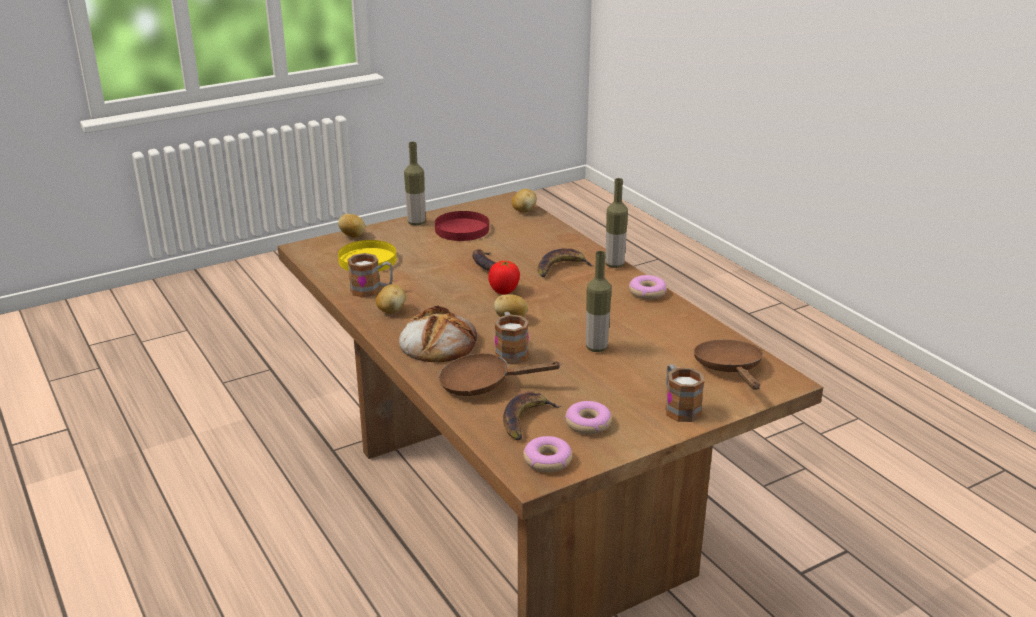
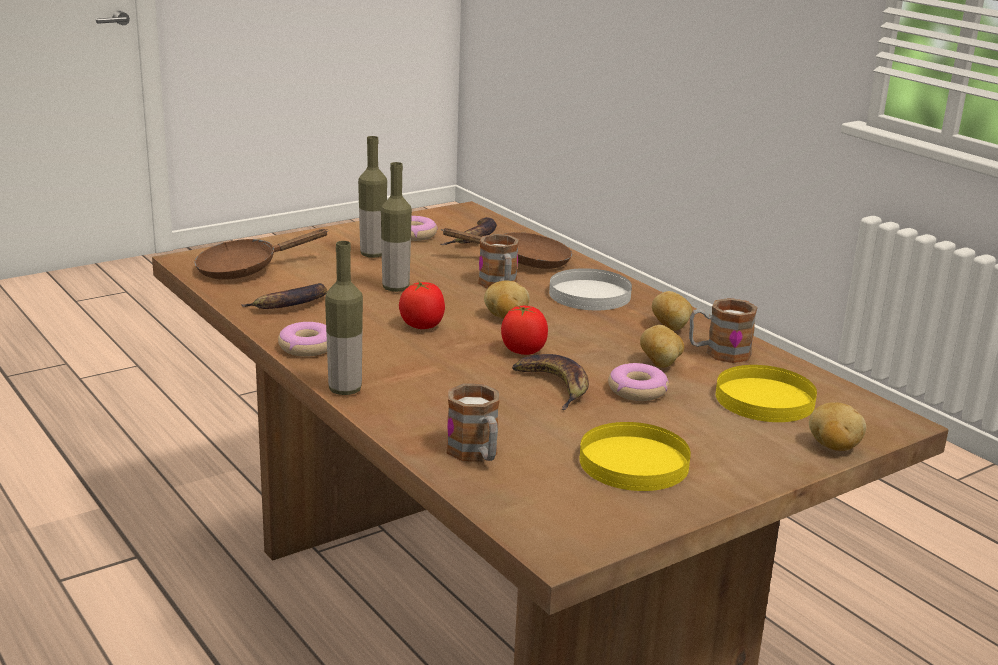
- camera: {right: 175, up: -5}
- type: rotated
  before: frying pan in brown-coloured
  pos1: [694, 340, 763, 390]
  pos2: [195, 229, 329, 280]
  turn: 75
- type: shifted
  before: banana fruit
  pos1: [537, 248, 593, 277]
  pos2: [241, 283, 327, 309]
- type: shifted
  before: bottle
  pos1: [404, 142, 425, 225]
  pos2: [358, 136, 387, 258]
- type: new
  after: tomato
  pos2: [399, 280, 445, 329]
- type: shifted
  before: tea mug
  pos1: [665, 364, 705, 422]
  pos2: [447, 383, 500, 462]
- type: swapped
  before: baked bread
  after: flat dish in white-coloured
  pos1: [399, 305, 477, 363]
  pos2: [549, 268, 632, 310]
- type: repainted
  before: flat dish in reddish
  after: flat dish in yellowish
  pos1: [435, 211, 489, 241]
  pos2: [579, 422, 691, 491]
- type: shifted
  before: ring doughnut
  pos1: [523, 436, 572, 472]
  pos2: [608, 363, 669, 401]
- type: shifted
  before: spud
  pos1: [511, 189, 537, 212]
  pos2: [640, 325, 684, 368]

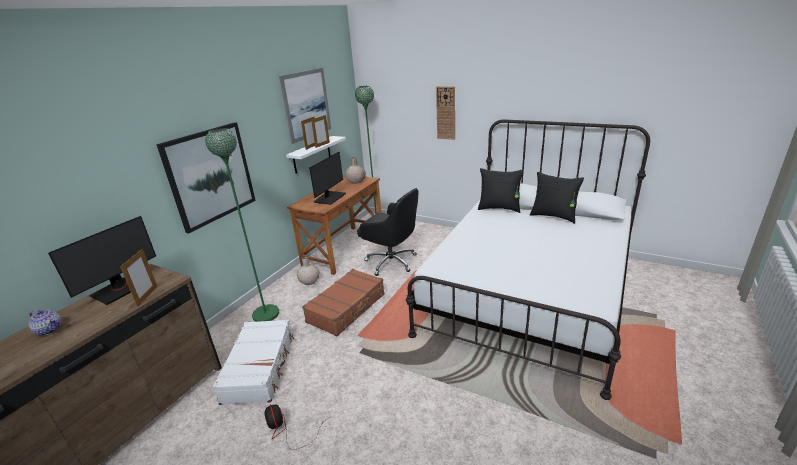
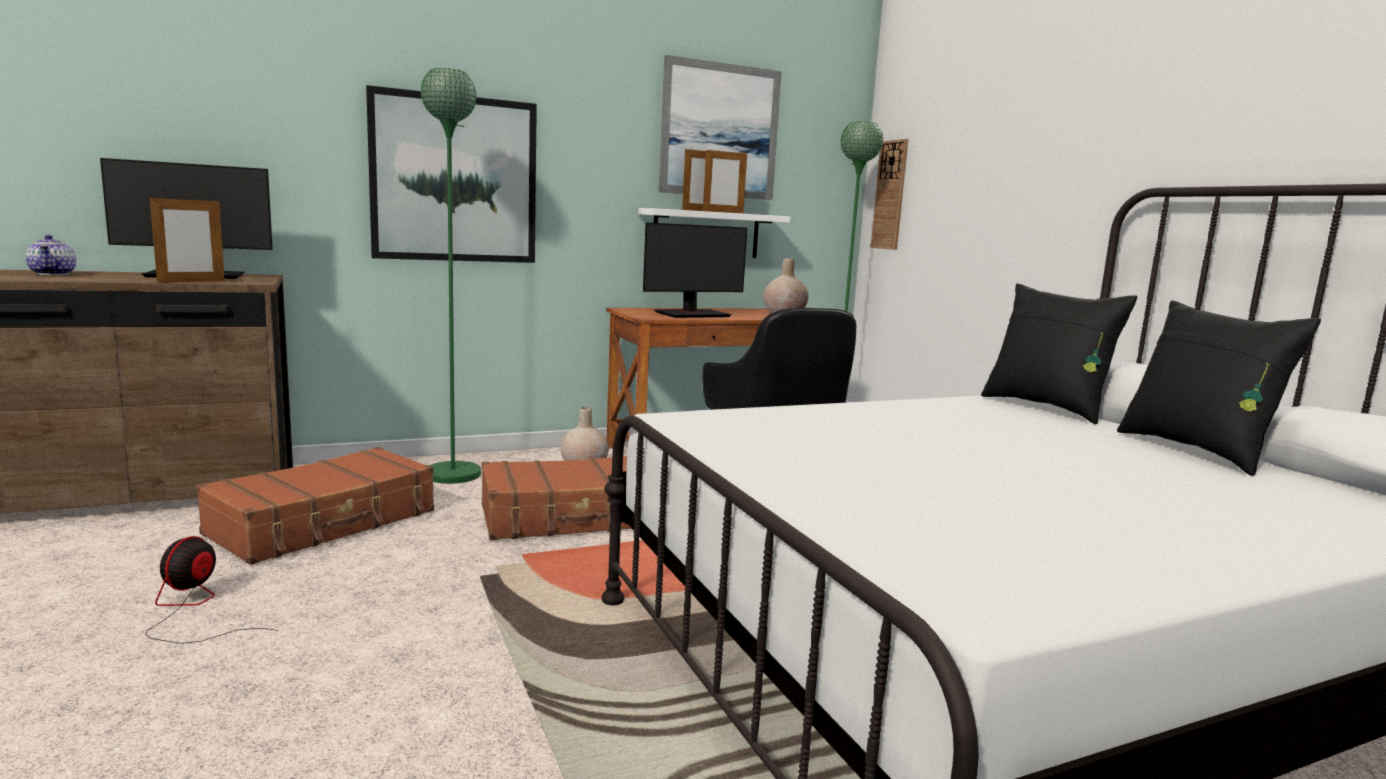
- camera: {right: 35, up: -15}
- type: repainted
  before: travel case in white-coloured
  after: travel case in brown-coloured
  pos1: [212, 319, 294, 405]
  pos2: [196, 447, 434, 565]
- type: shifted
  before: wall clock
  pos1: [436, 86, 455, 140]
  pos2: [871, 139, 908, 250]

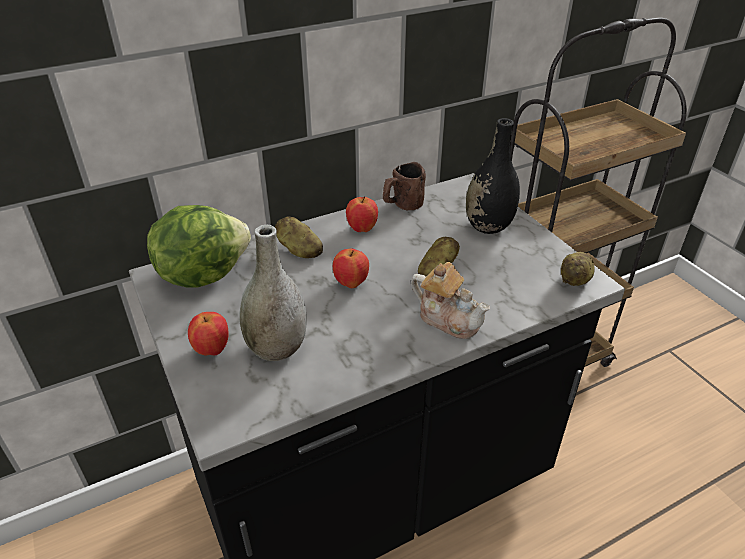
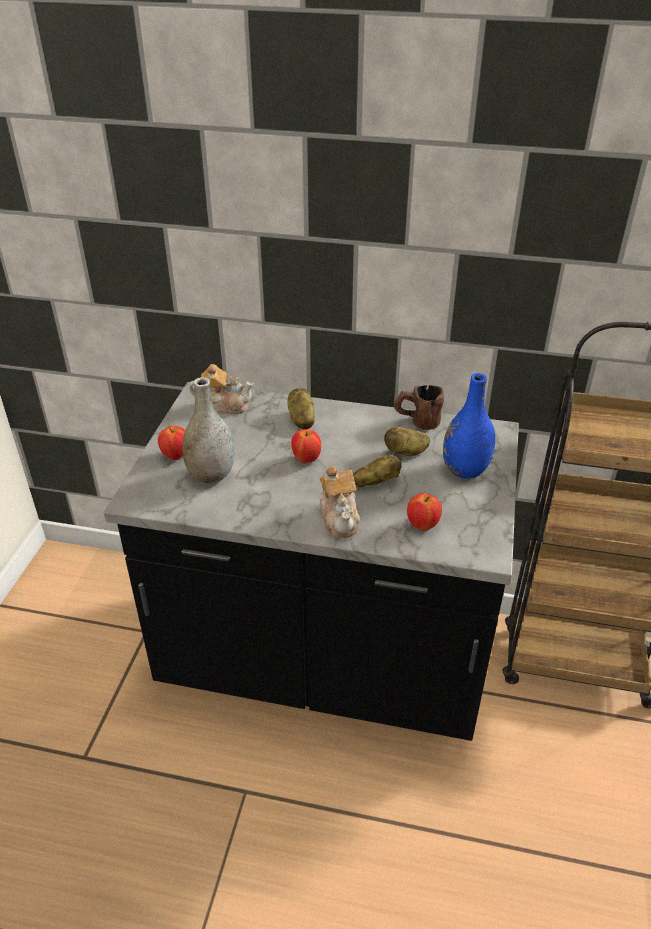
- camera: {right: 40, up: 0}
- type: swapped
  before: lettuce head
  after: teapot
  pos1: [147, 205, 251, 288]
  pos2: [189, 364, 254, 414]
- type: shifted
  before: spud
  pos1: [561, 252, 595, 286]
  pos2: [384, 427, 430, 456]
- type: shifted
  before: apple
  pos1: [346, 196, 378, 232]
  pos2: [407, 493, 442, 531]
- type: repainted
  before: vase in blackish
  after: vase in bluish
  pos1: [466, 118, 520, 234]
  pos2: [443, 373, 495, 479]

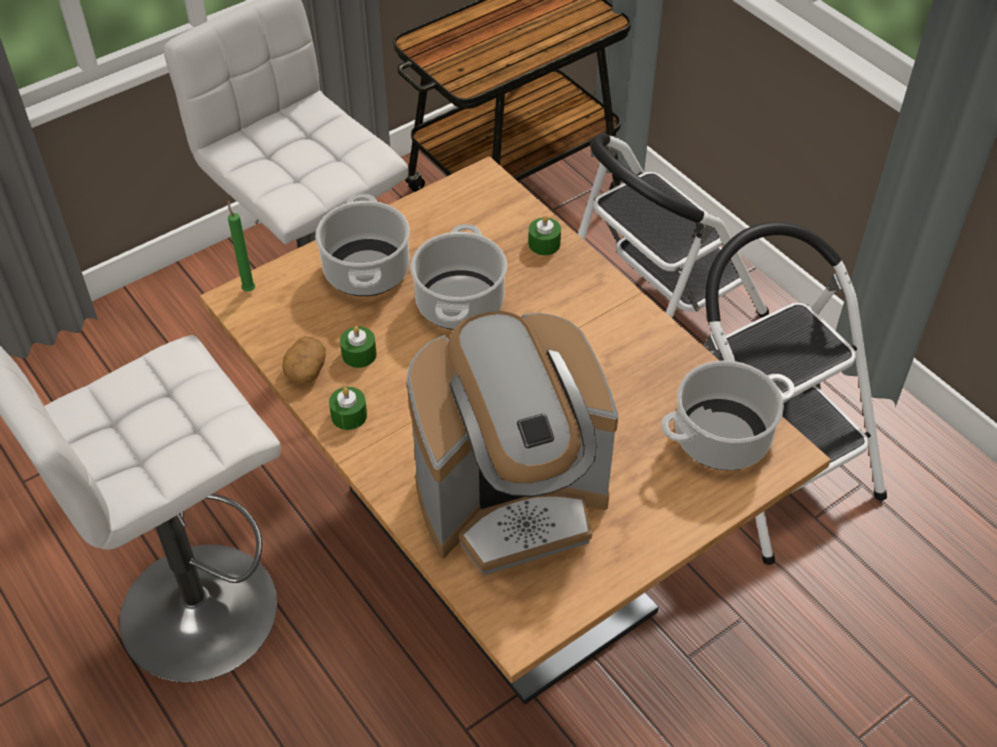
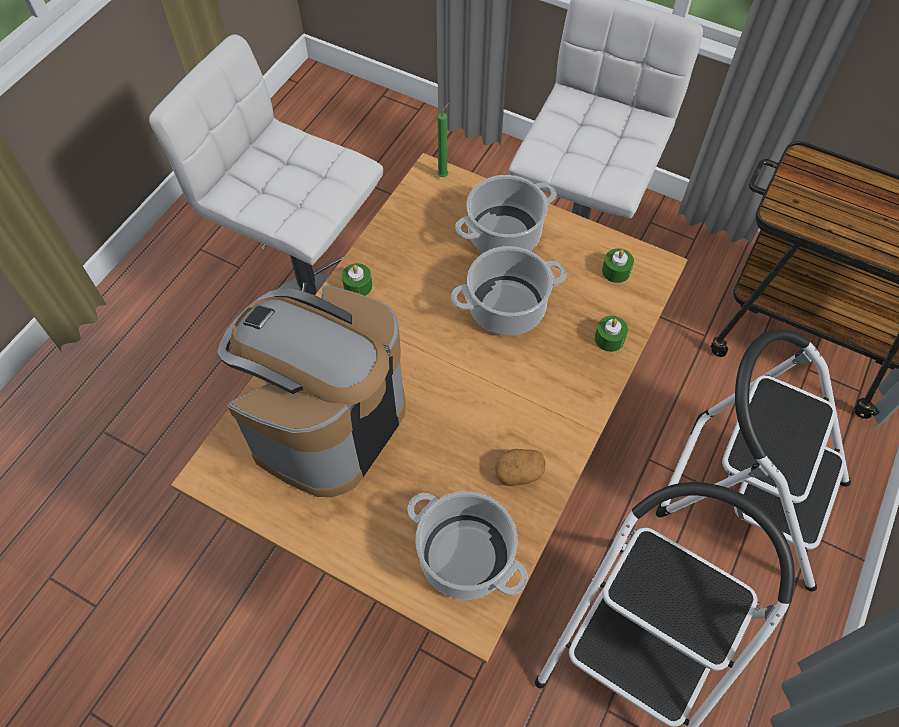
- camera: {right: 65, up: 10}
- type: rotated
  before: coffee machine
  pos1: [407, 311, 619, 575]
  pos2: [217, 285, 406, 497]
  turn: 75
- type: shifted
  before: spud
  pos1: [282, 336, 326, 384]
  pos2: [495, 449, 545, 486]
- type: shifted
  before: wax light in green
  pos1: [340, 326, 377, 368]
  pos2: [602, 249, 634, 283]

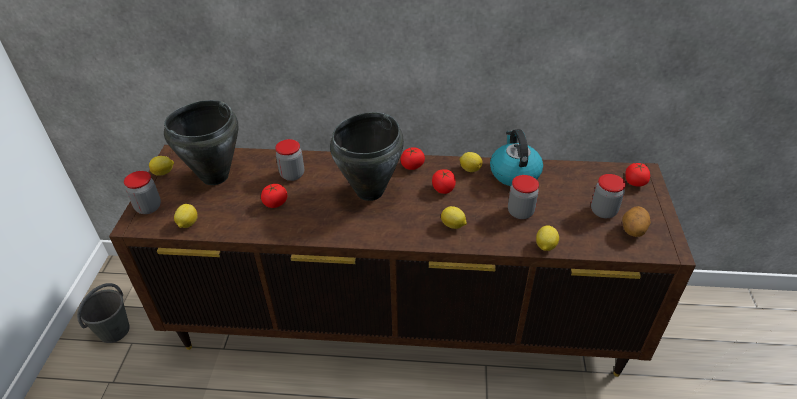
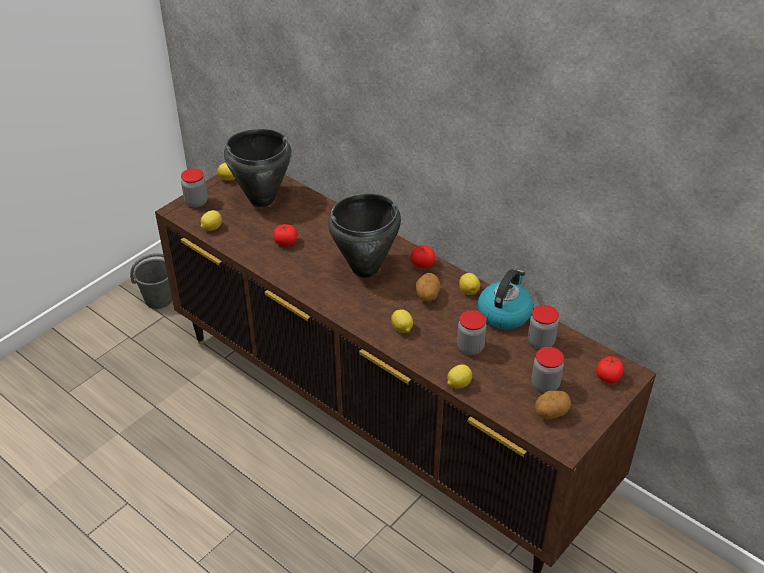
- camera: {right: 35, up: 0}
- type: swapped
  before: tomato
  after: spud
  pos1: [432, 170, 456, 194]
  pos2: [415, 273, 441, 301]
- type: shifted
  before: storage jar
  pos1: [275, 139, 304, 181]
  pos2: [528, 305, 559, 349]

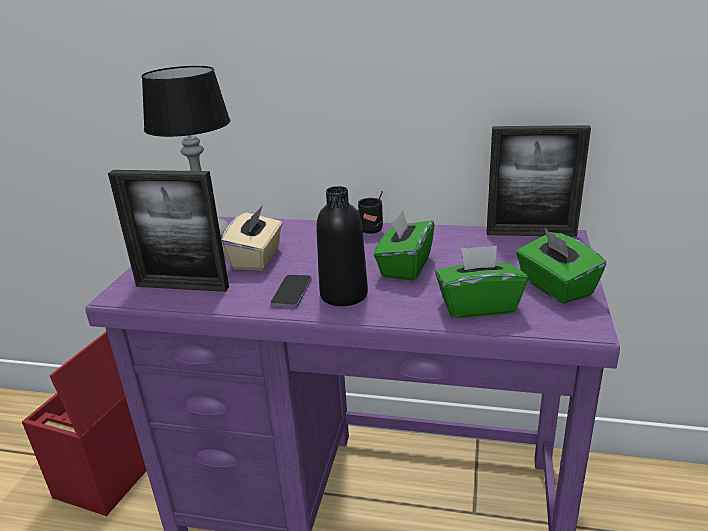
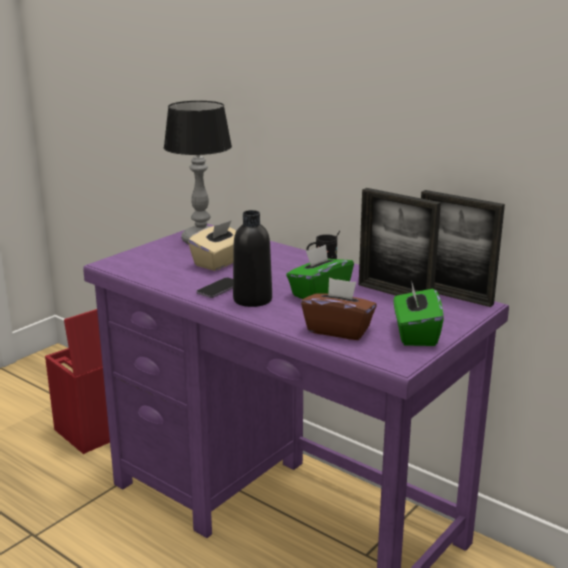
- camera: {right: 25, up: -5}
- type: repainted
  before: tissue box in green
  after: tissue box in brown-coloured
  pos1: [435, 245, 528, 318]
  pos2: [301, 277, 377, 340]
- type: shifted
  before: standing frame
  pos1: [108, 170, 229, 292]
  pos2: [359, 188, 441, 296]

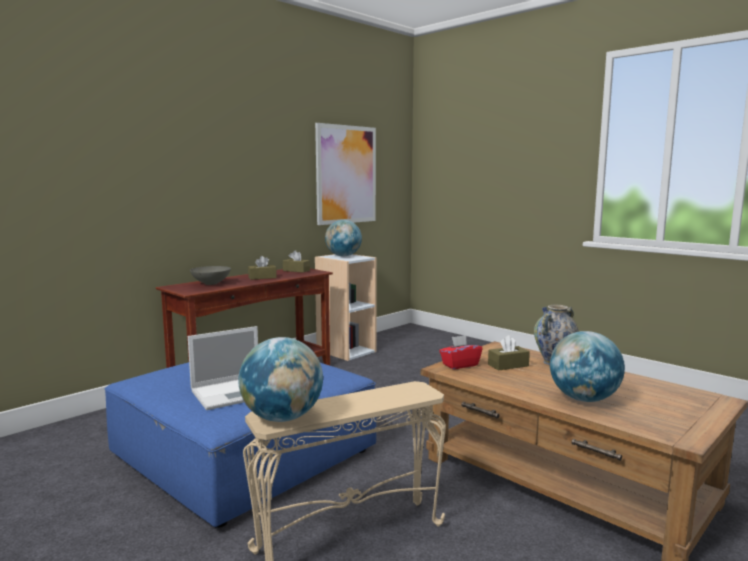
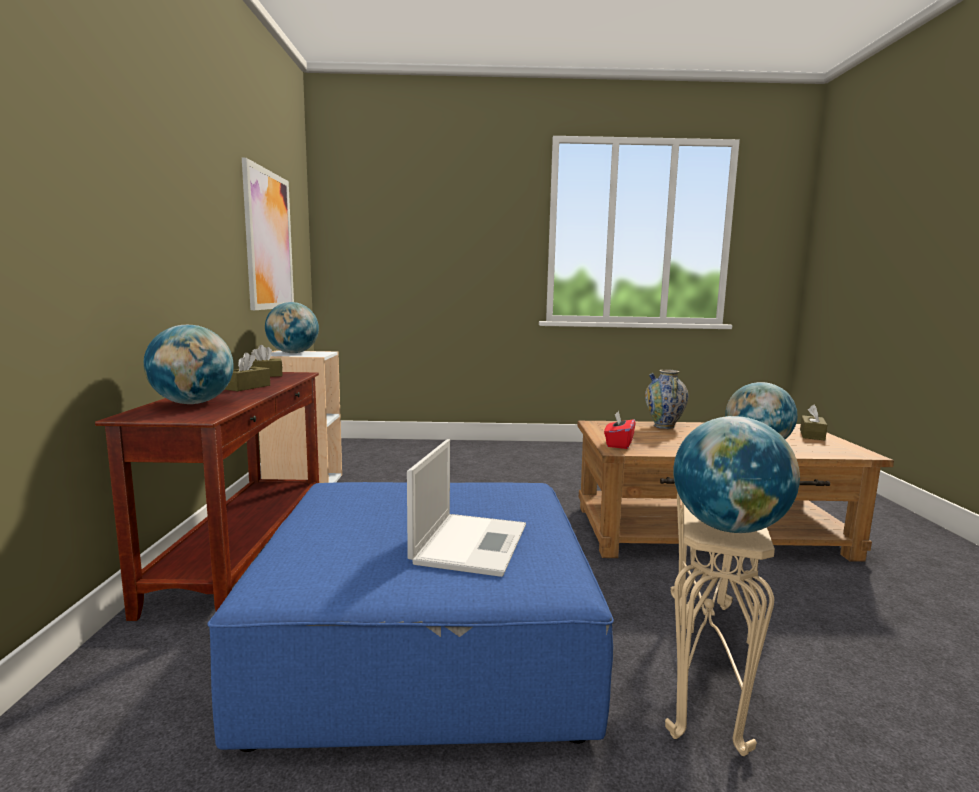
- camera: {right: -45, up: 0}
- type: swapped
  before: bowl in greyish
  after: desk globe
  pos1: [190, 266, 231, 285]
  pos2: [143, 325, 234, 404]
- type: shifted
  before: tissue box in brown-coloured
  pos1: [488, 335, 530, 371]
  pos2: [800, 405, 827, 440]

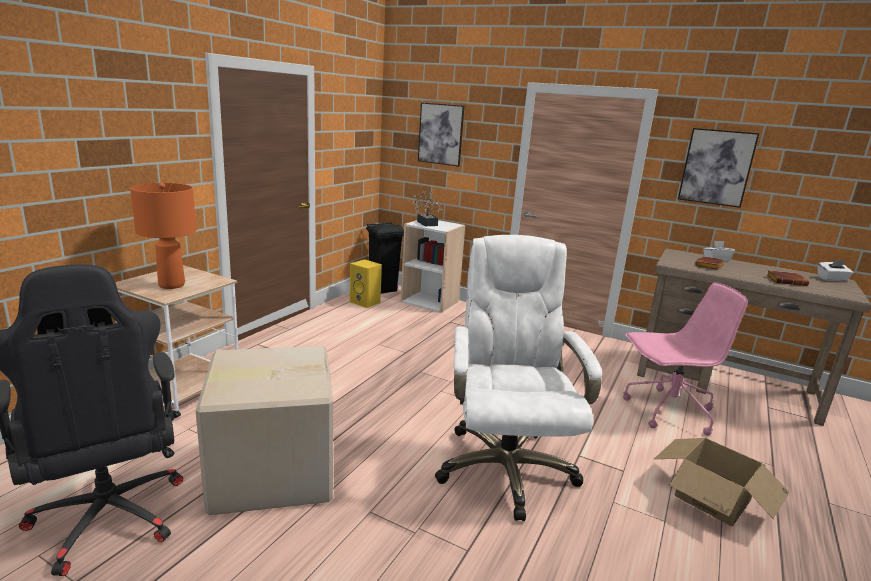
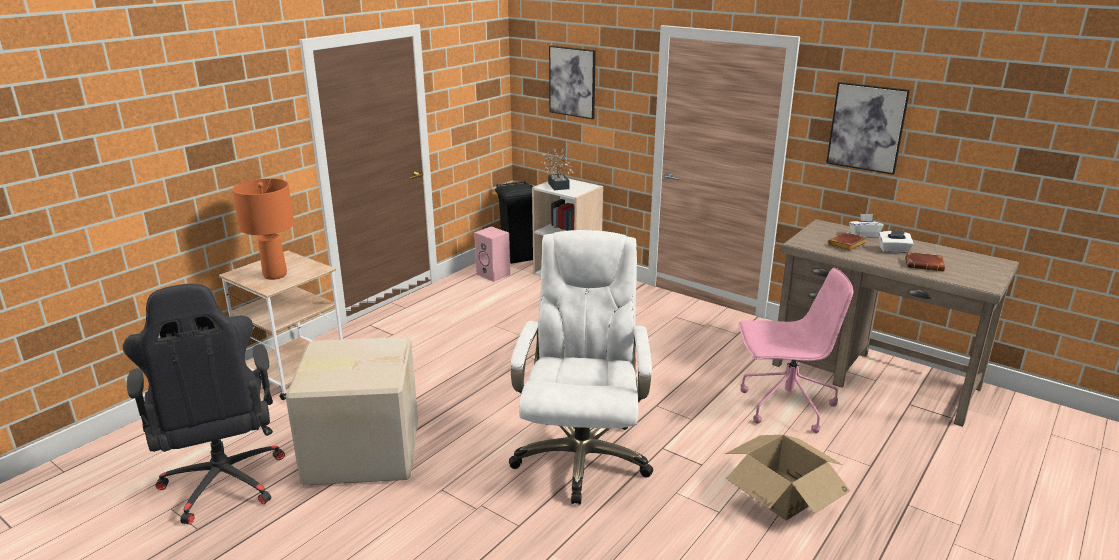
- camera: {right: 10, up: 5}
- type: repainted
  before: audio speaker in yellowish
  after: audio speaker in pinkish
  pos1: [350, 259, 382, 308]
  pos2: [474, 226, 510, 282]
- type: shifted
  before: tissue box in white-coloured
  pos1: [817, 260, 853, 282]
  pos2: [879, 230, 914, 253]

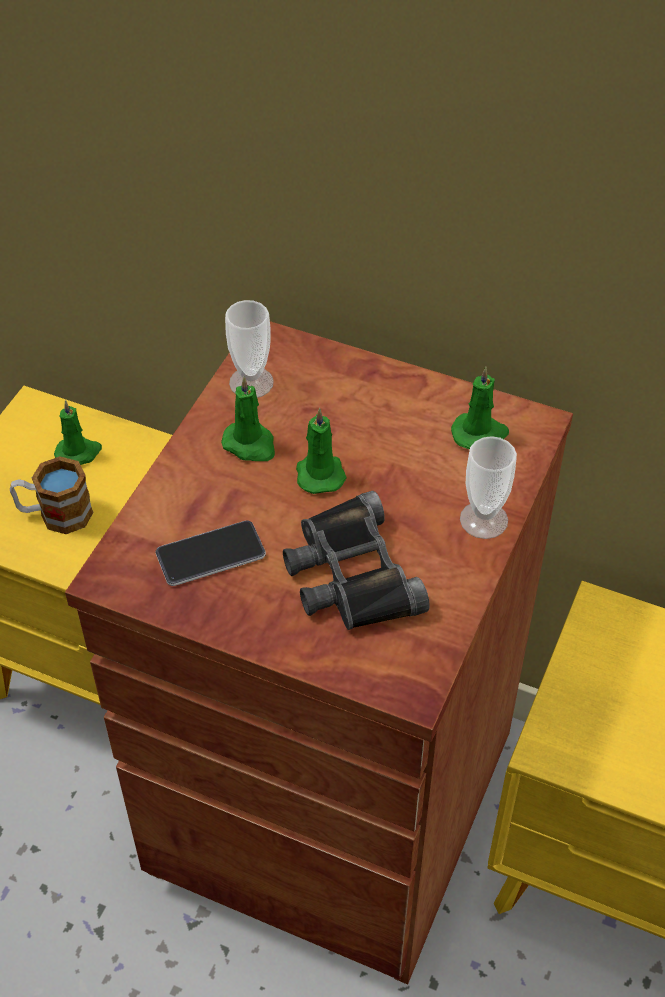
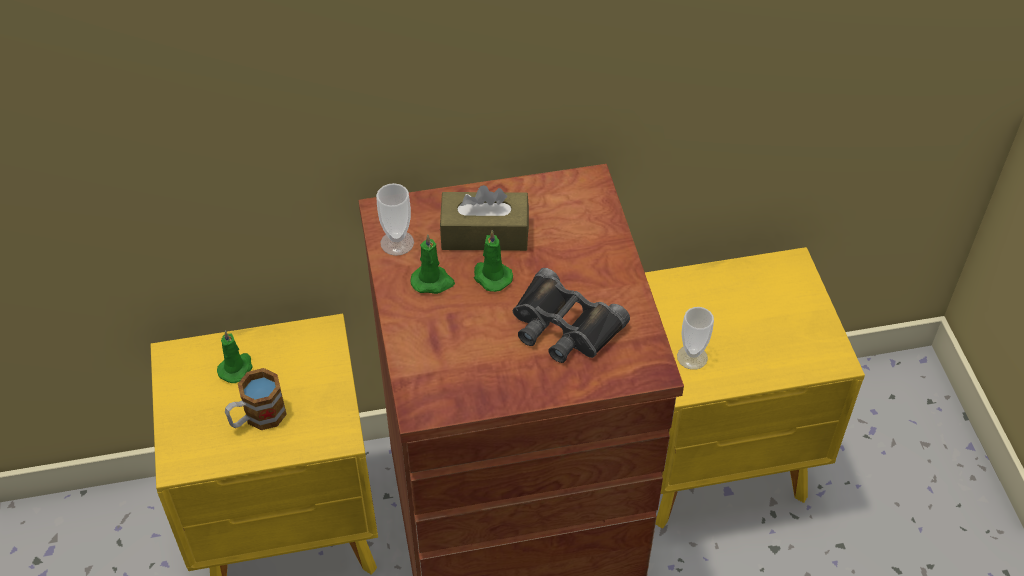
- camera: {right: -35, up: 0}
- type: new
  after: tissue box in brown-coloured
  pos2: [440, 185, 529, 251]
- type: shifted
  before: small cup
  pos1: [460, 436, 517, 539]
  pos2: [677, 307, 714, 370]
- type: gone
  before: telephone
  pos1: [156, 520, 266, 586]
- type: gone
  before: wax light in green
  pos1: [451, 367, 509, 449]

